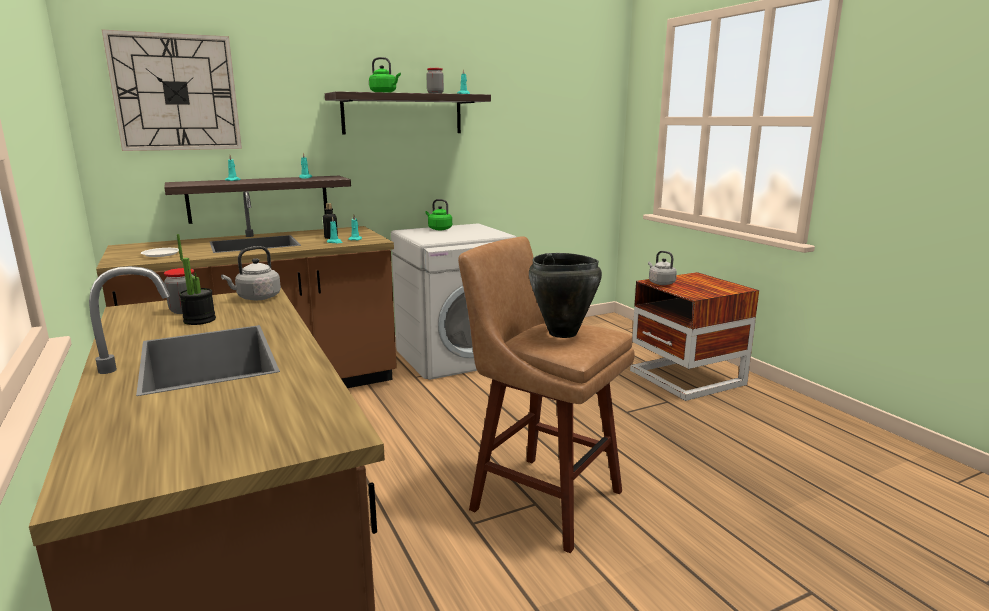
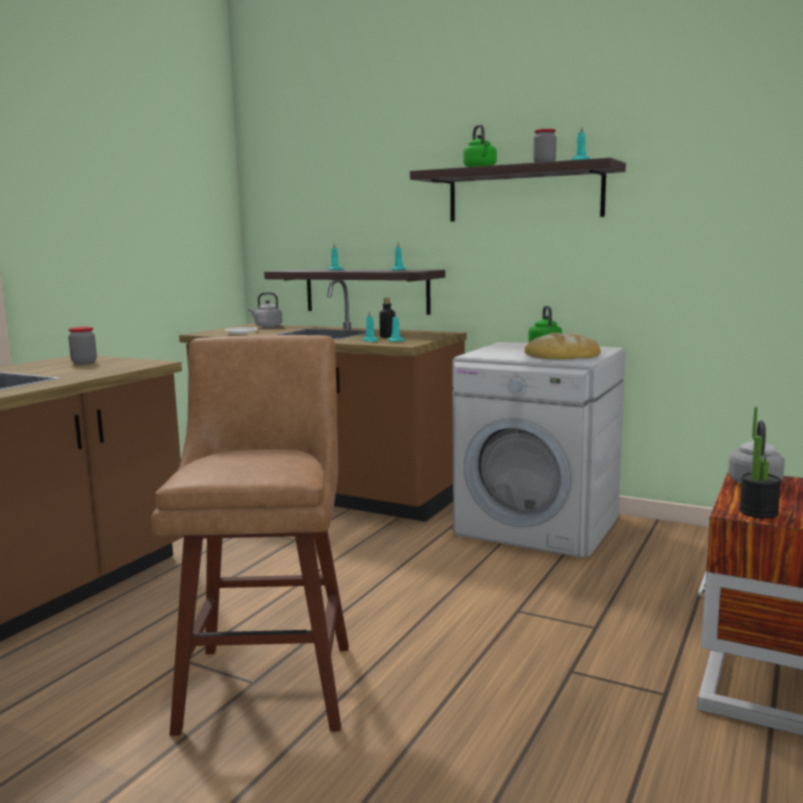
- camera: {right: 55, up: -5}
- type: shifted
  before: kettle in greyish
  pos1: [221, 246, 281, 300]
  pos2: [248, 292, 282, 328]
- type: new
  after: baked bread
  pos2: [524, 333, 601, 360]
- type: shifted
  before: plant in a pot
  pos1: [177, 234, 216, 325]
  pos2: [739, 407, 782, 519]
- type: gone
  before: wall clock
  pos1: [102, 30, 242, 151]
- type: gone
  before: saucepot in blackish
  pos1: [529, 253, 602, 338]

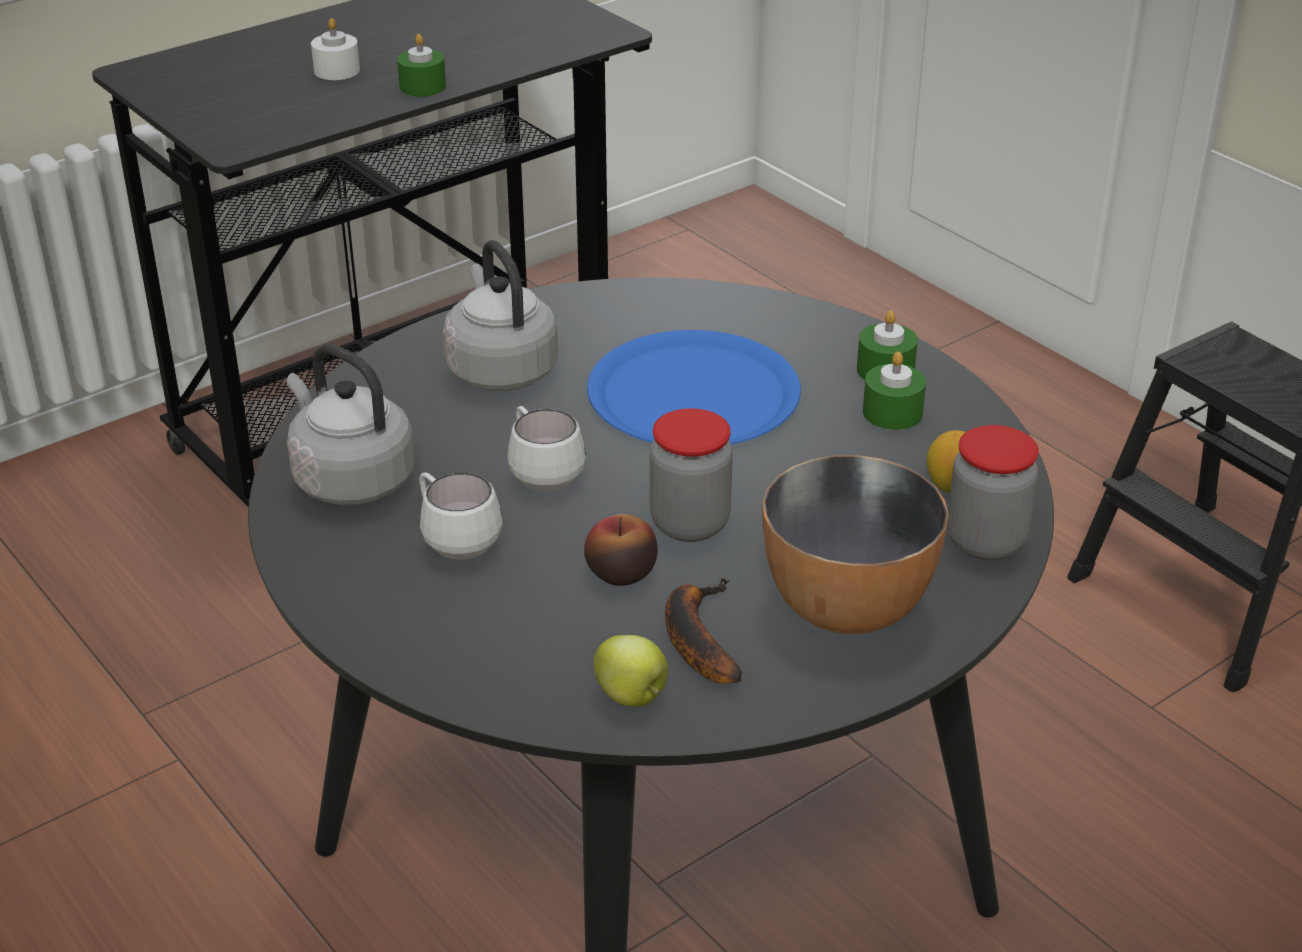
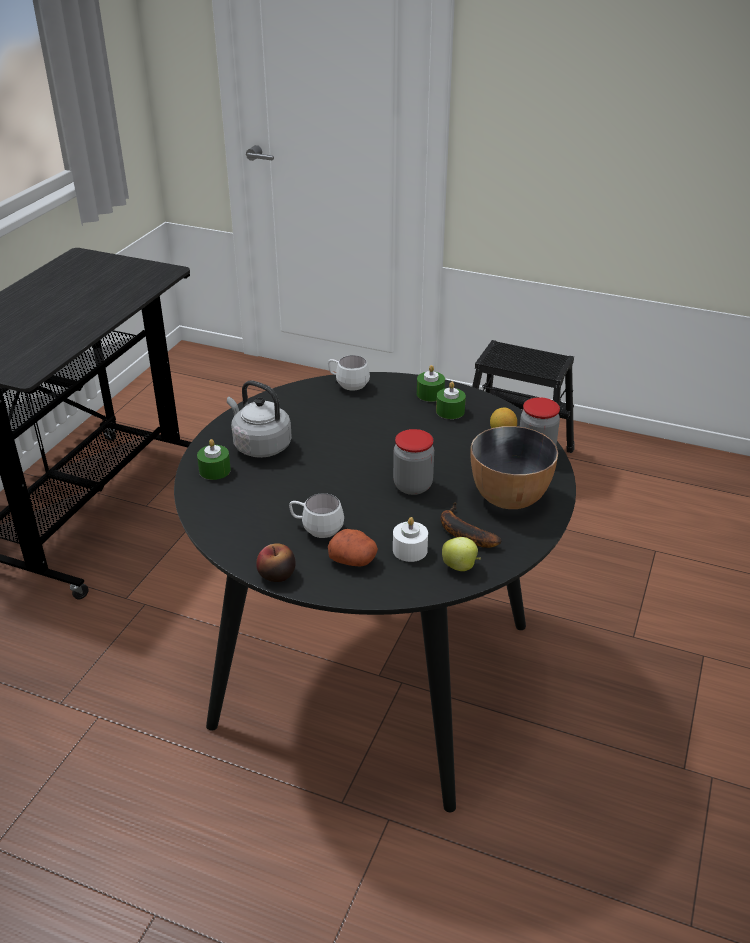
- camera: {right: -30, up: 0}
- type: shifted
  before: wax light in green
  pos1: [397, 34, 446, 97]
  pos2: [197, 439, 231, 480]
- type: shifted
  before: apple
  pos1: [584, 514, 658, 586]
  pos2: [256, 543, 296, 582]
- type: shifted
  before: tea mug in white-coloured
  pos1: [507, 406, 586, 491]
  pos2: [328, 355, 370, 391]
- type: new
  after: spud
  pos2: [328, 529, 378, 567]
- type: shifted
  before: wax light in white-coloured
  pos1: [311, 18, 360, 80]
  pos2: [393, 517, 428, 562]
- type: gone
  before: kettle in greyish
  pos1: [287, 344, 414, 505]
- type: gone
  before: flat dish in bluish
  pos1: [587, 330, 801, 445]

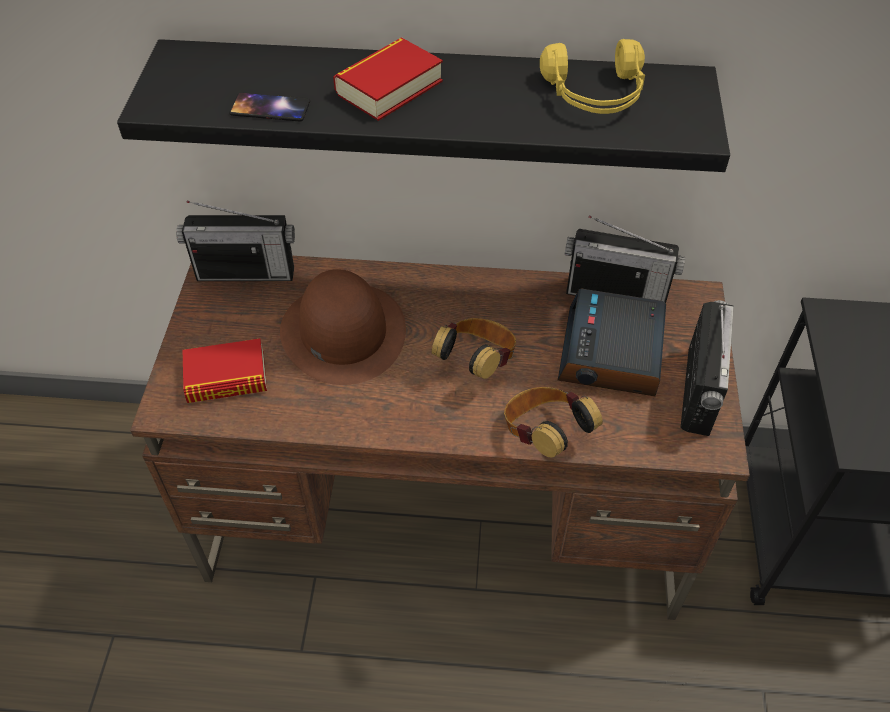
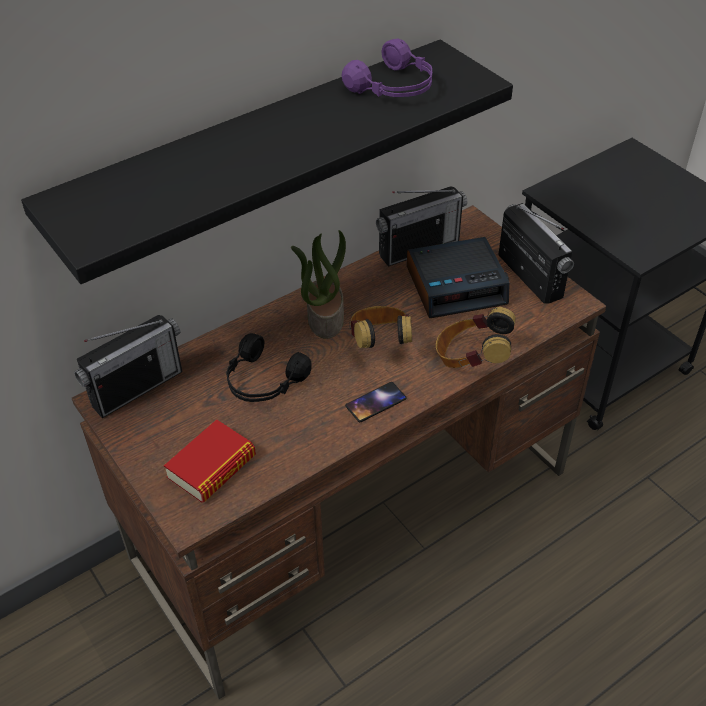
- camera: {right: -40, up: -5}
- type: swapped
  before: wearable hat in brown-coloured
  after: headphones in blackish
  pos1: [280, 269, 406, 385]
  pos2: [226, 333, 312, 402]
- type: new
  after: plant in a pot
  pos2: [291, 230, 346, 339]
- type: repainted
  before: headphones in yellowish
  after: headphones in purple
  pos1: [540, 39, 645, 114]
  pos2: [341, 38, 432, 97]
- type: shifted
  before: telephone
  pos1: [229, 92, 310, 121]
  pos2: [345, 382, 407, 422]
- type: rotated
  before: bedside clock
  pos1: [558, 289, 666, 396]
  pos2: [407, 237, 510, 318]
  turn: -75
- type: gone
  before: bound book
  pos1: [333, 37, 443, 121]

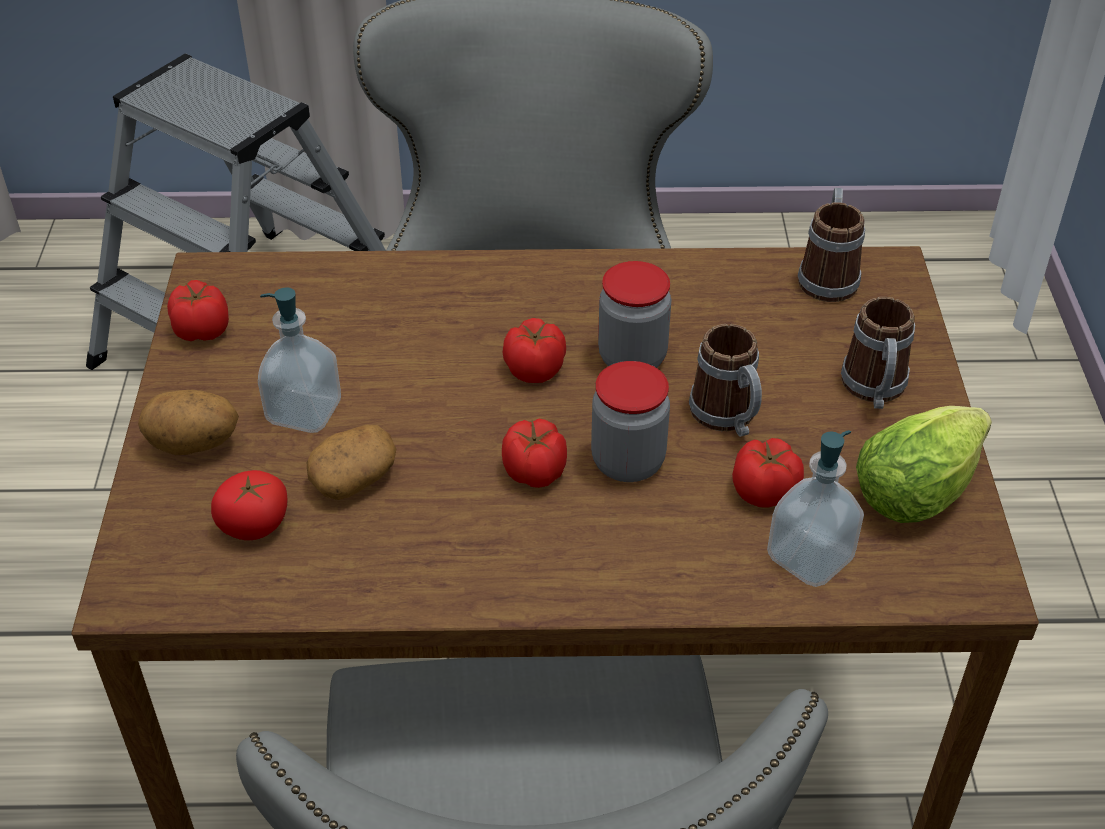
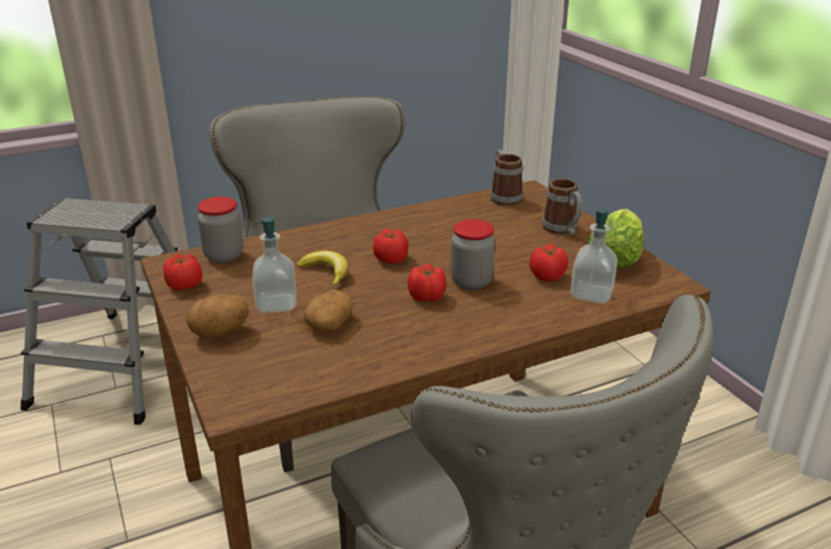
- camera: {right: -25, up: -15}
- type: shifted
  before: storage jar
  pos1: [598, 261, 671, 368]
  pos2: [197, 197, 243, 263]
- type: new
  after: banana fruit
  pos2: [297, 251, 349, 288]
- type: gone
  before: tomato
  pos1: [211, 470, 288, 540]
- type: gone
  before: tea mug
  pos1: [689, 324, 762, 437]

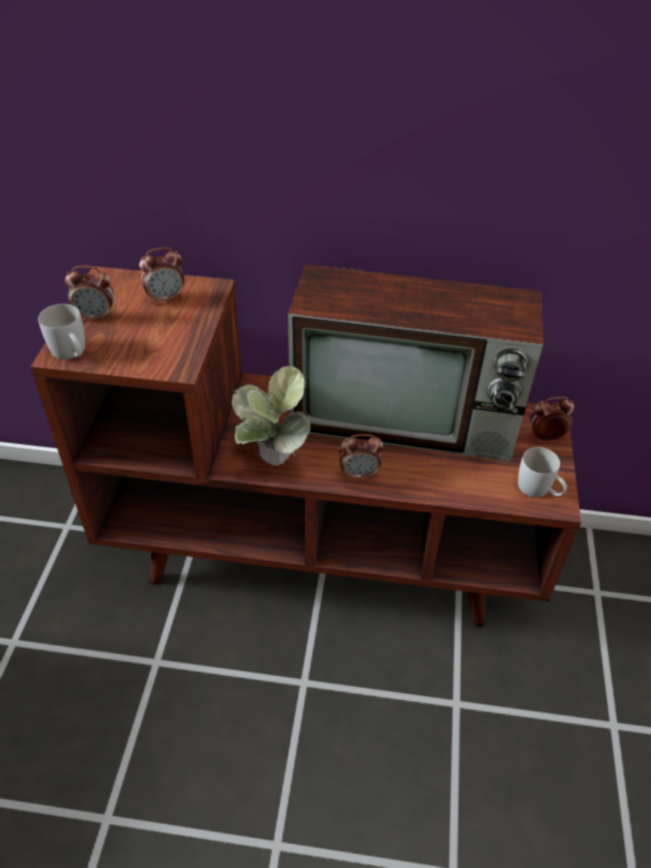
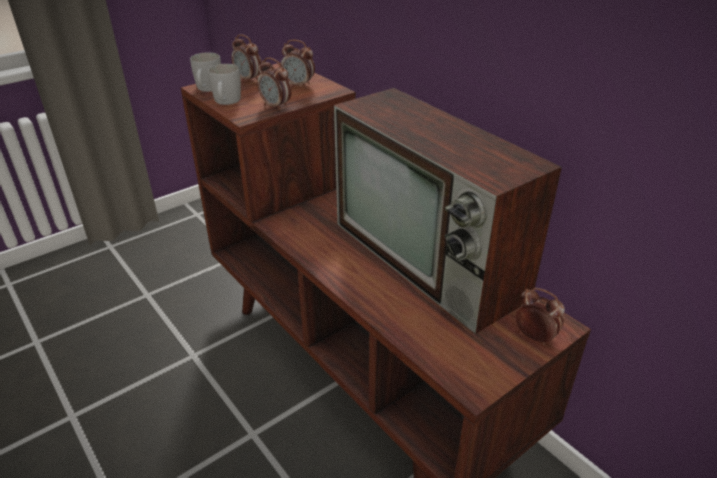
- camera: {right: 45, up: -10}
- type: shifted
  before: tea mug in white-coloured
  pos1: [518, 447, 567, 497]
  pos2: [208, 64, 241, 105]
- type: shifted
  before: bedside clock
  pos1: [339, 434, 383, 479]
  pos2: [257, 57, 292, 111]
- type: gone
  before: plant in a pot
  pos1: [232, 366, 311, 466]

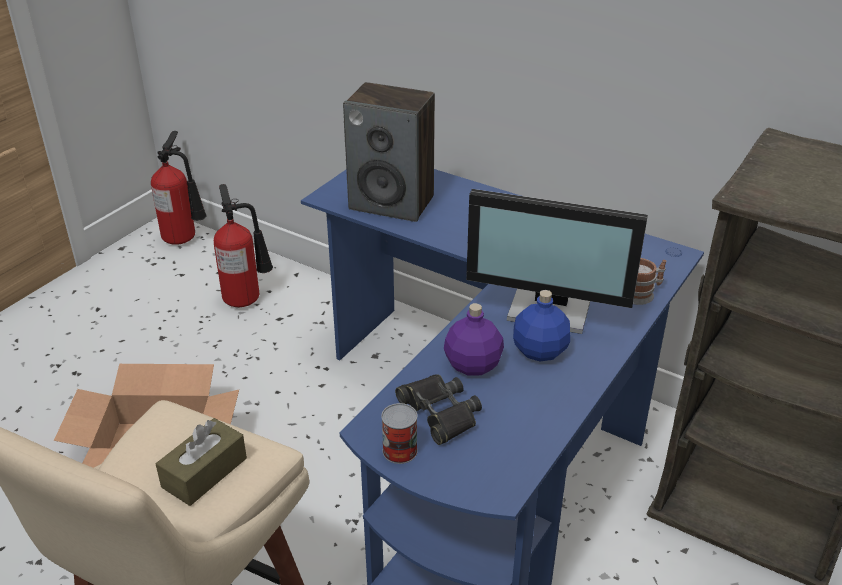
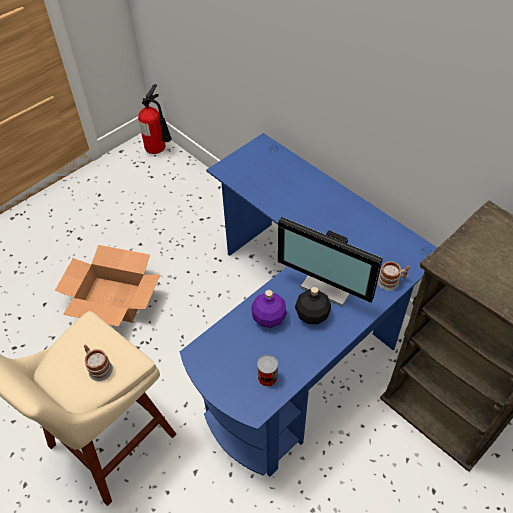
- camera: {right: 15, up: 15}
- type: swapped
  before: tissue box in brown-coloured
  after: tea mug
  pos1: [156, 418, 247, 506]
  pos2: [84, 345, 113, 381]
- type: shifted
  before: sealed can
  pos1: [381, 403, 418, 464]
  pos2: [257, 355, 278, 387]
- type: repainted
  before: bottle in bluish
  after: bottle in blackish
  pos1: [513, 290, 570, 361]
  pos2: [295, 287, 331, 324]
- type: gone
  before: fire extinguisher
  pos1: [214, 184, 273, 307]
- type: gone
  before: audio speaker
  pos1: [343, 82, 435, 222]
- type: gone
  before: pair of binoculars in blackish
  pos1: [395, 375, 482, 445]

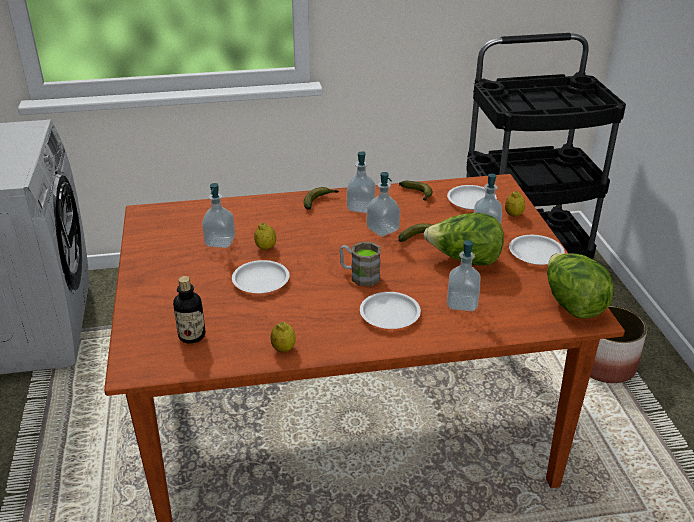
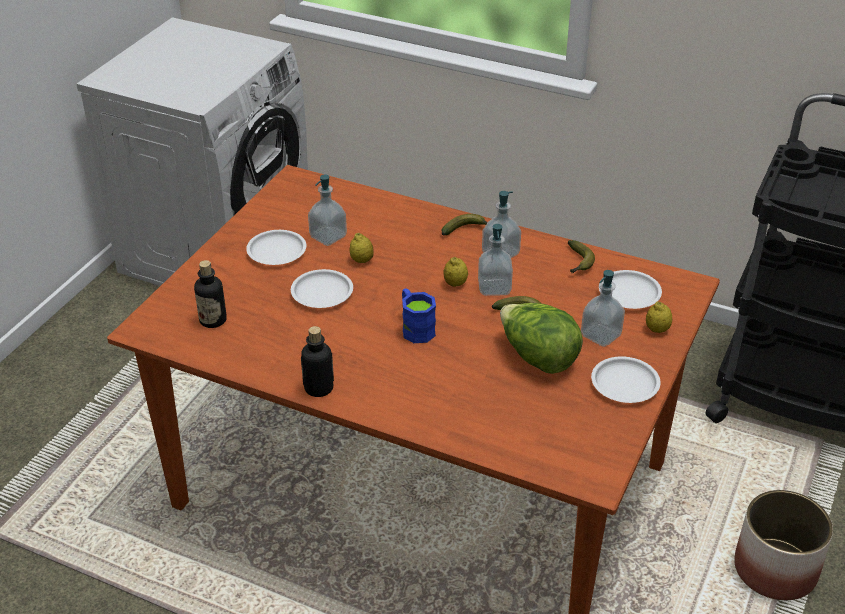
- camera: {right: 35, up: 5}
- type: shifted
  before: flat dish in white-coloured
  pos1: [360, 292, 421, 329]
  pos2: [246, 230, 306, 265]
- type: new
  after: bottle
  pos2: [301, 326, 334, 397]
- type: repainted
  before: tea mug in brown-coloured
  after: tea mug in bluish
  pos1: [340, 242, 381, 286]
  pos2: [402, 288, 436, 343]
- type: shifted
  before: citrus fruit
  pos1: [271, 322, 296, 352]
  pos2: [444, 257, 468, 287]
- type: gone
  before: liquid soap bottle
  pos1: [447, 239, 481, 311]
- type: gone
  before: lettuce head
  pos1: [547, 253, 614, 318]

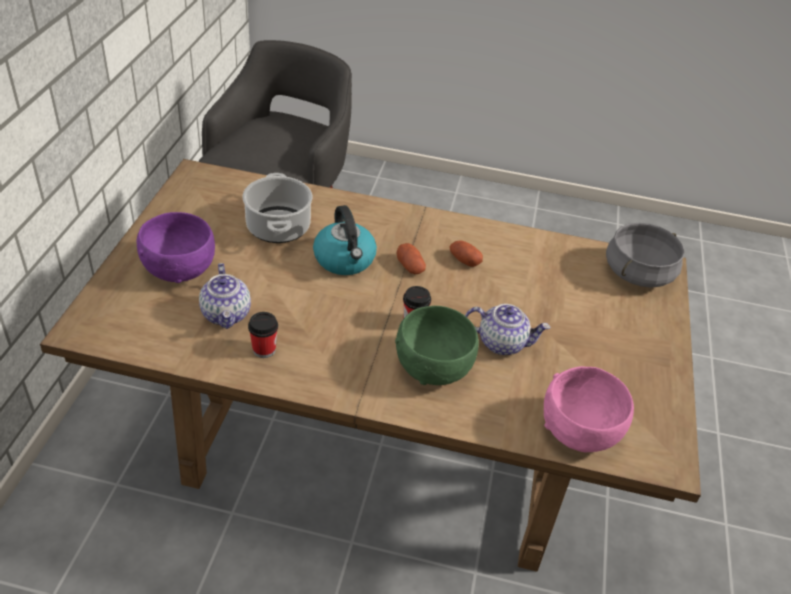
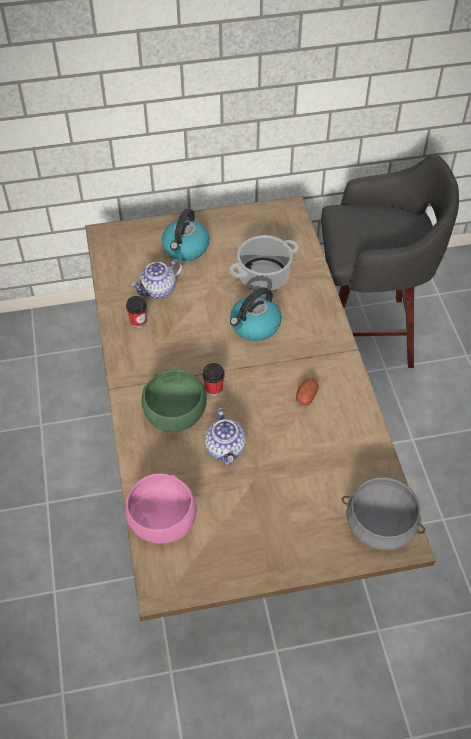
- camera: {right: 70, up: 10}
- type: swapped
  before: bowl in purple
  after: kettle
  pos1: [137, 212, 215, 283]
  pos2: [162, 209, 209, 261]
- type: gone
  before: spud
  pos1: [397, 243, 426, 274]

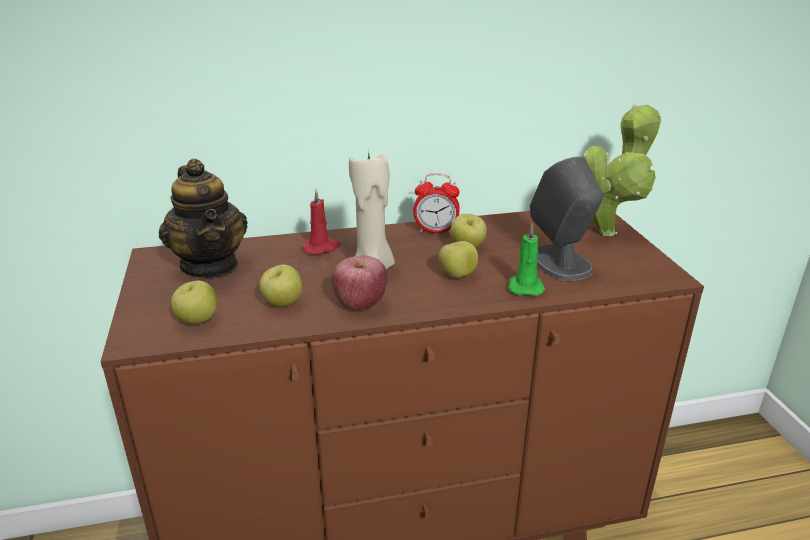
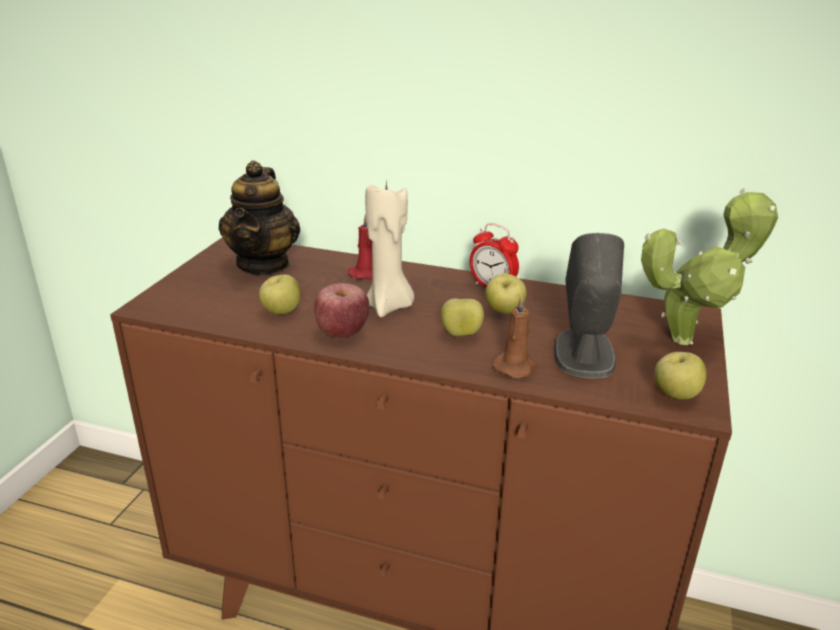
- camera: {right: 30, up: 0}
- type: repainted
  before: wax light in green
  after: wax light in brown-coloured
  pos1: [508, 224, 545, 296]
  pos2: [492, 295, 537, 378]
- type: shifted
  before: apple
  pos1: [171, 281, 217, 324]
  pos2: [655, 352, 707, 400]

